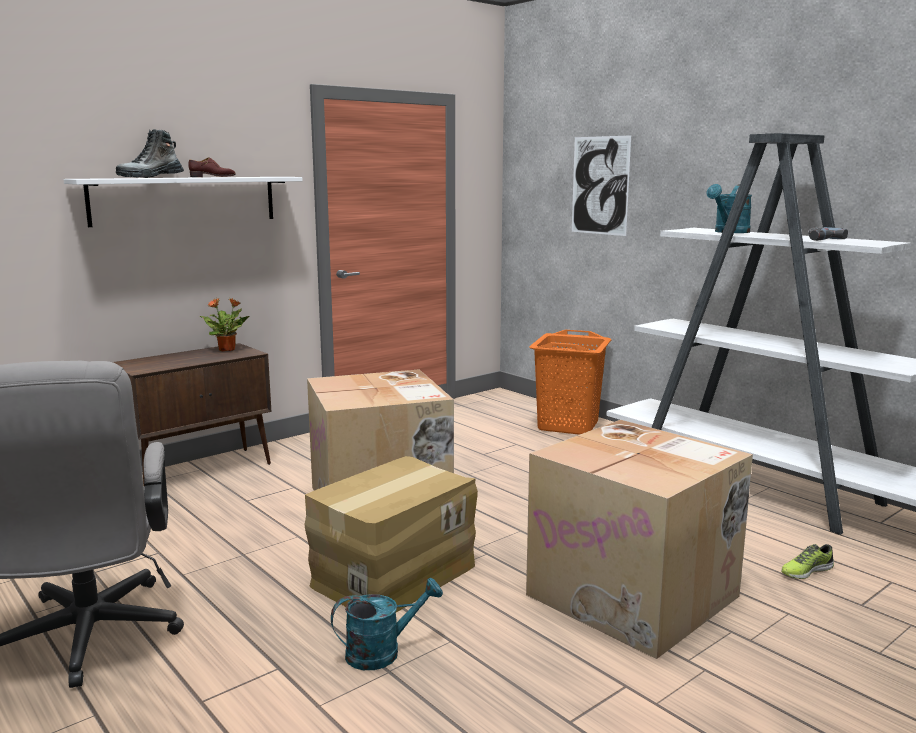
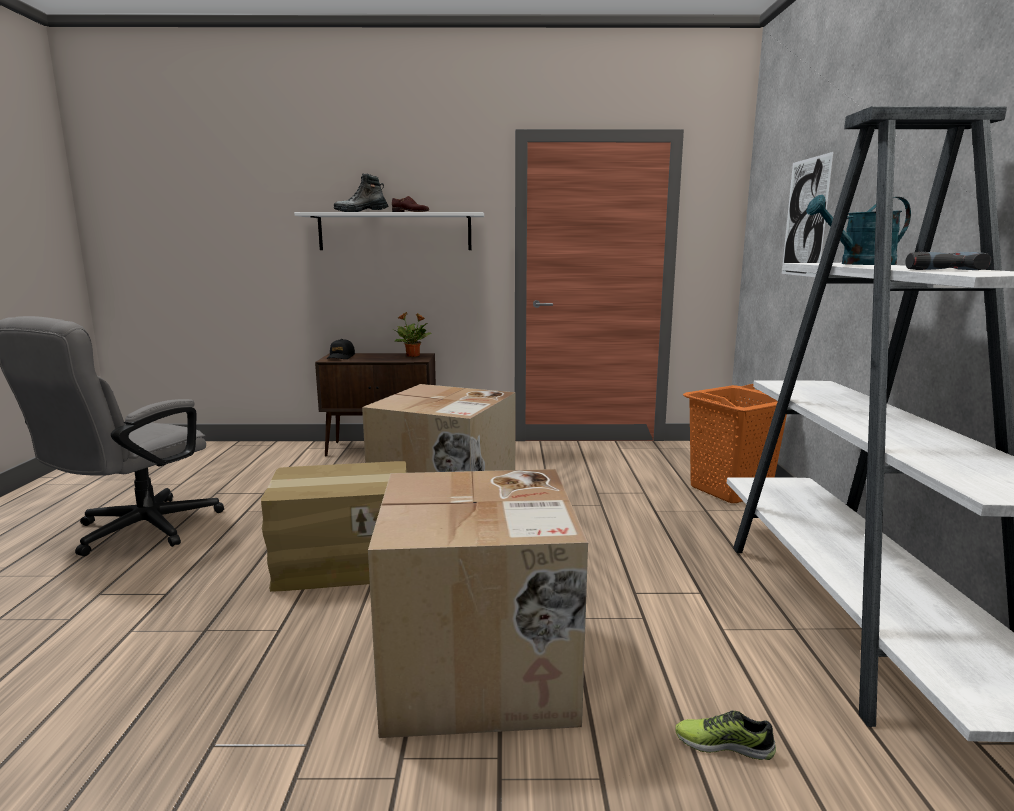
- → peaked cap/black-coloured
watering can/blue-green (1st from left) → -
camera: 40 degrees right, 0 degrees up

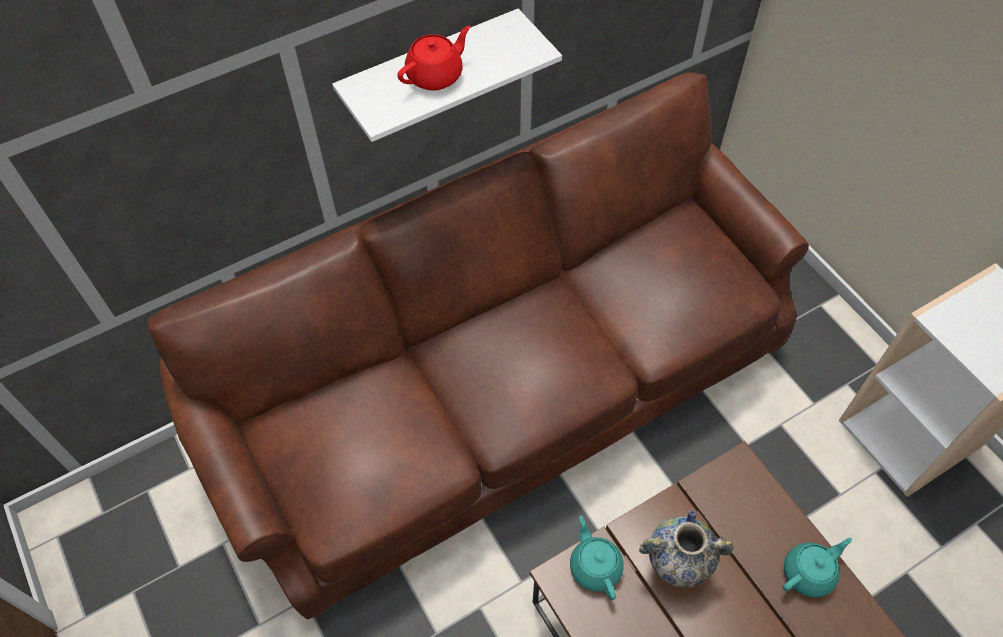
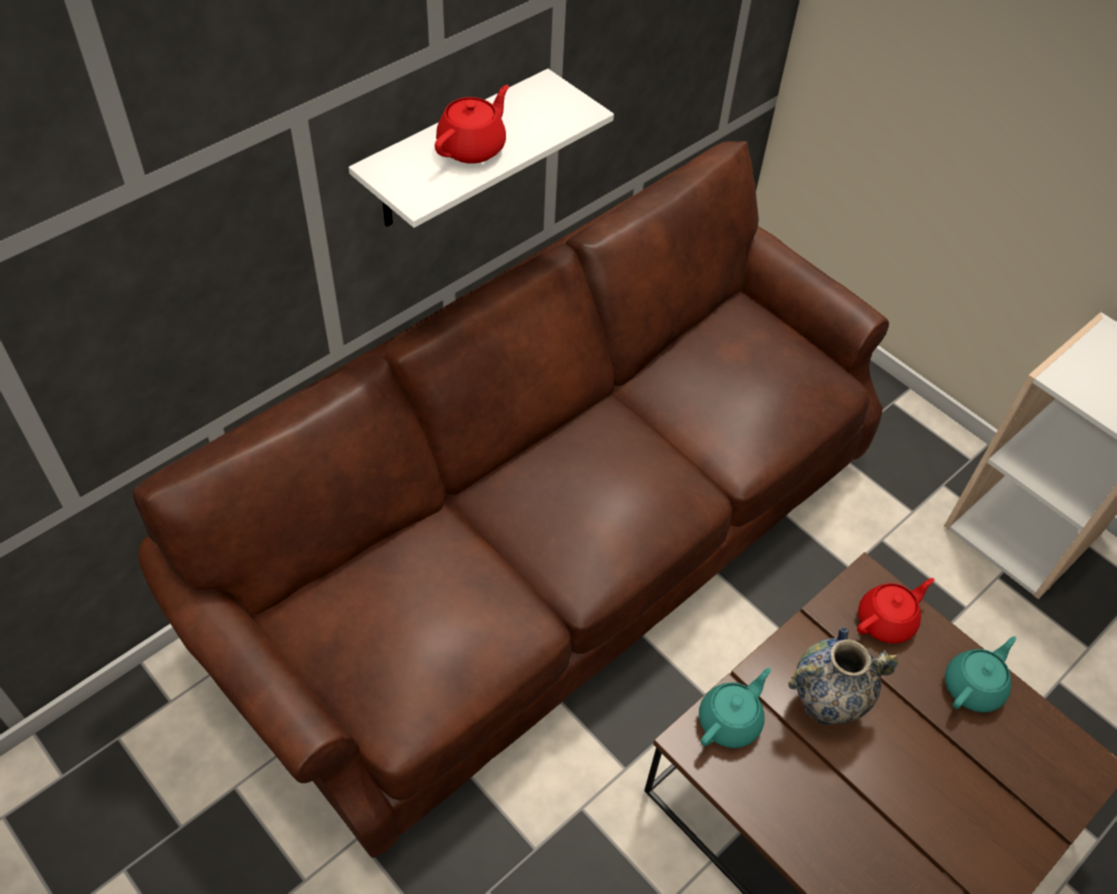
tea pot/blue-green (1st from left), 75 degrees clockwise
- → tea pot/reddish (2nd from left)
camera: 15 degrees left, 5 degrees down

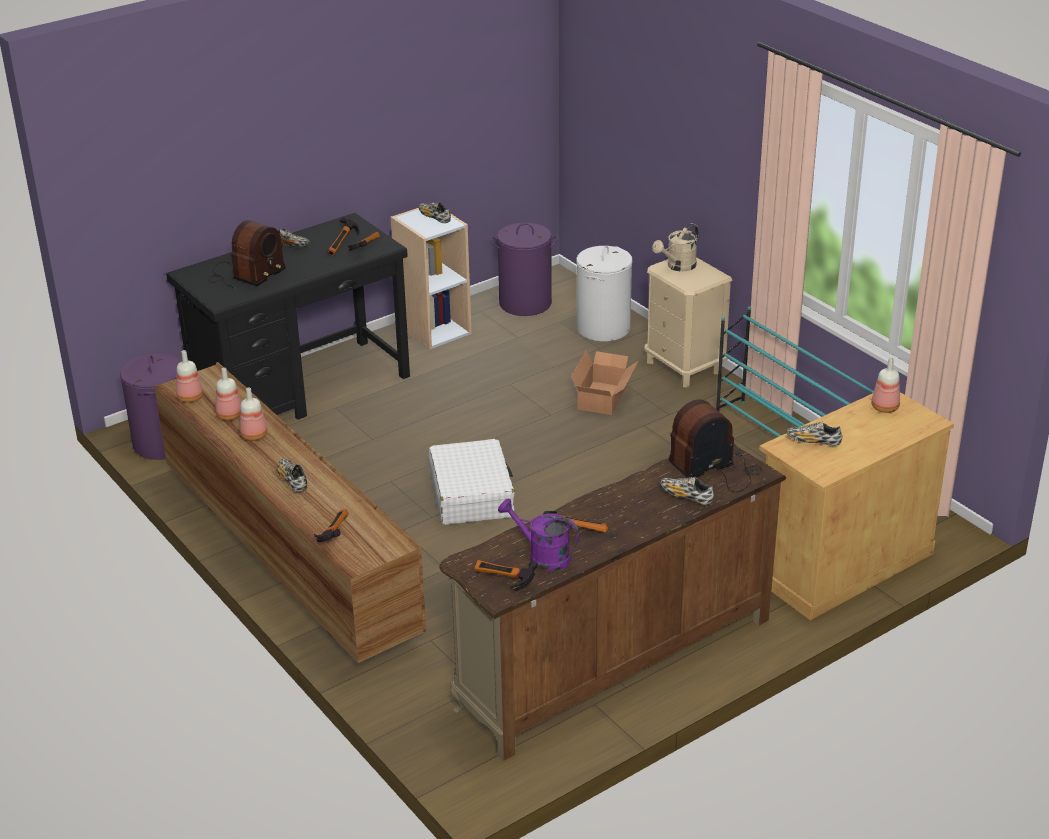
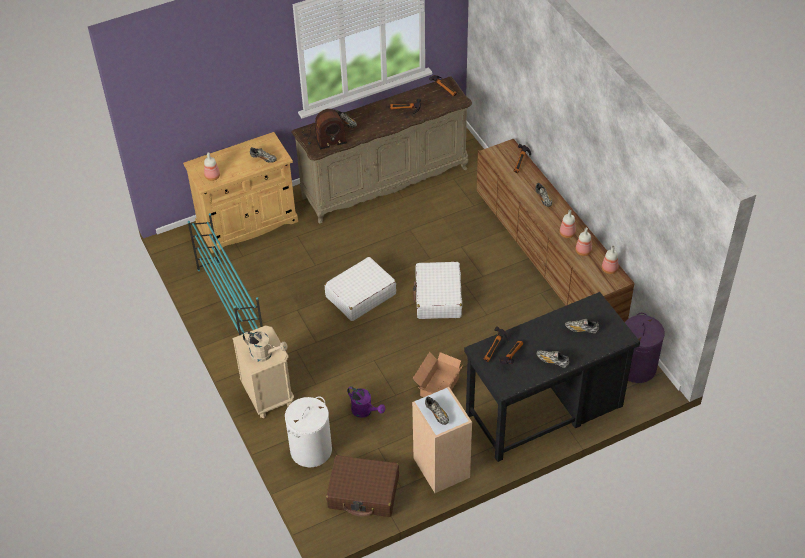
watering can/beige-coloured, 60 degrees clockwise
- → travel case/whitish (1st from left)
washing basket/purple-coloured (2nd from left) → travel case/brown-coloured
watering can/purple-coloured, move
carton, move
radio (1st from left) → shoe (6th from left)
camera: 170 degrees left, 15 degrees up

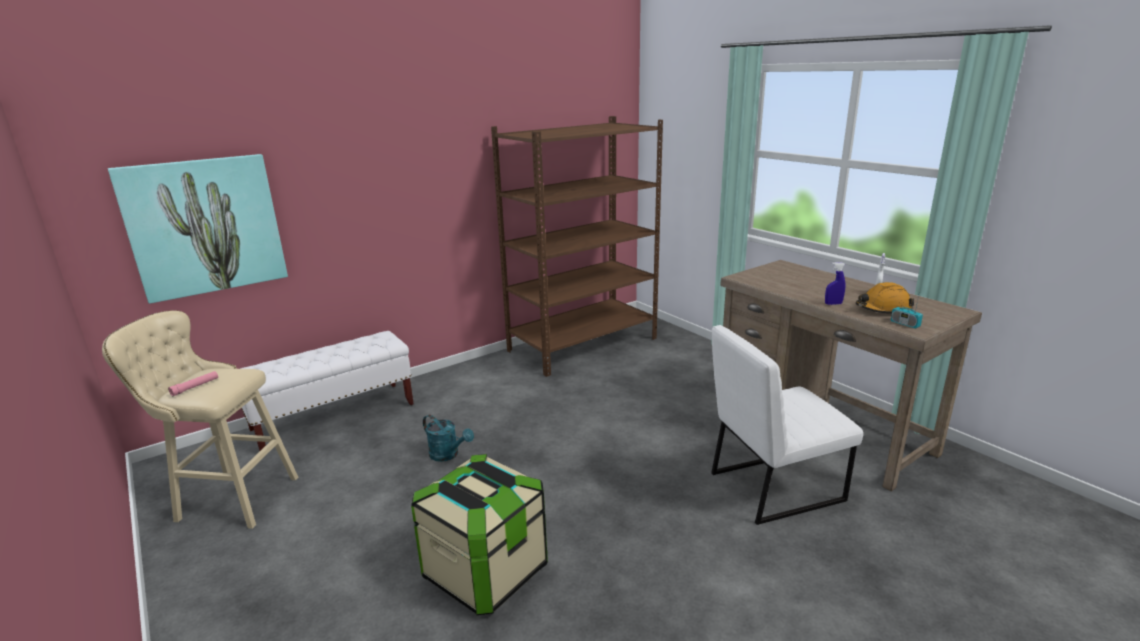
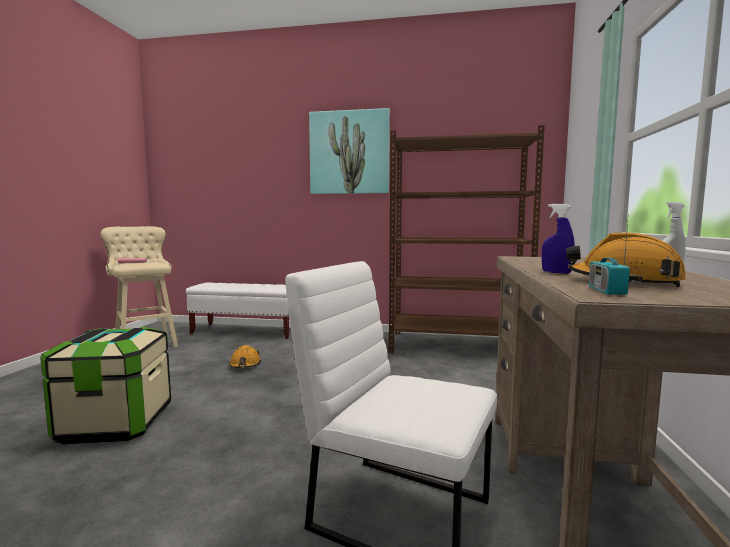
watering can/blue-green → hard hat/orangey (1st from left)
picture, move
camera: 45 degrees right, 15 degrees down

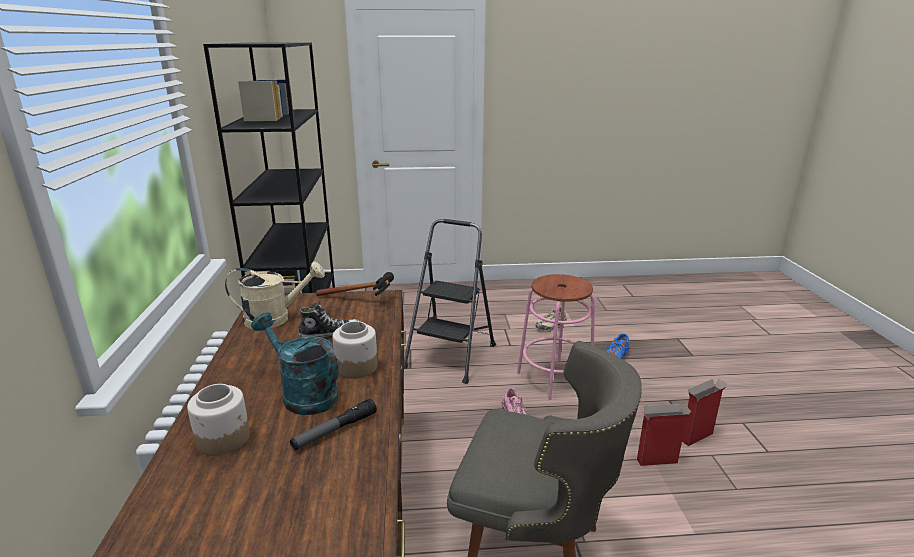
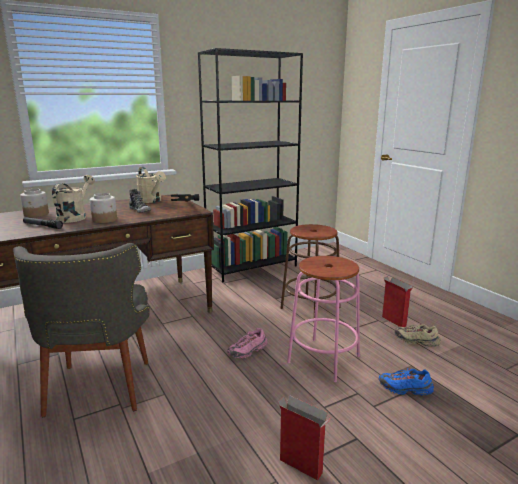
watering can/blue-green → watering can/beige-coloured (1st from left)
stepladder/black-coloured → stool/brown-coloured
carton (1st from left in the first image) → carton (2nd from left), move
camera: 65 degrees right, 5 degrees down

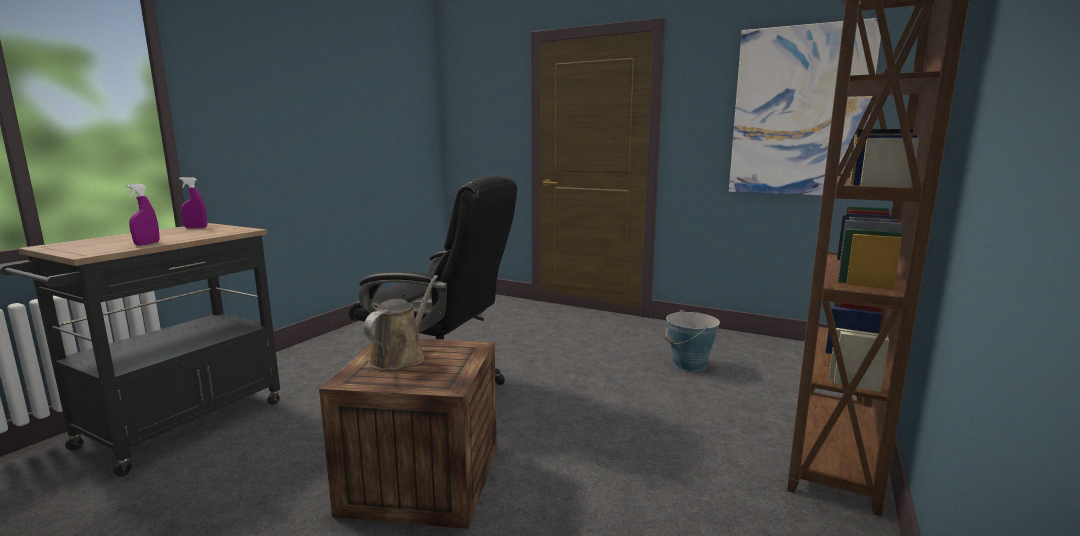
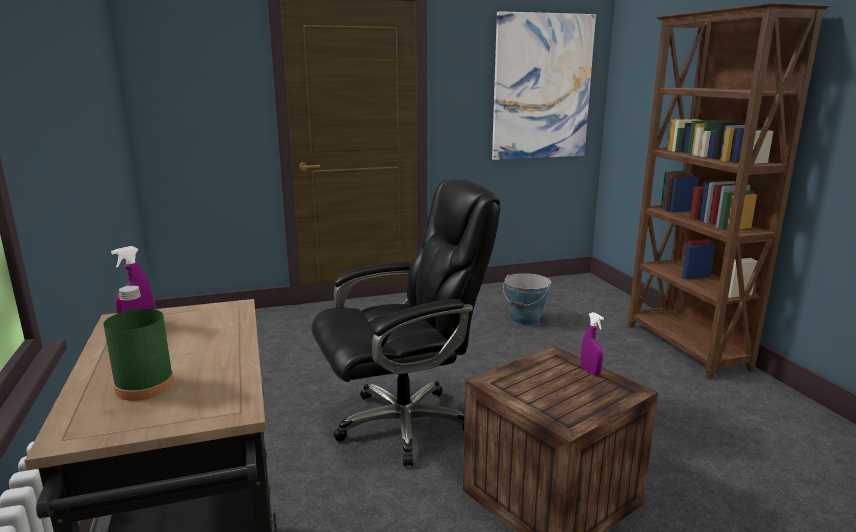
- → drink bottle/green-coloured
sprayer/purple-coloured (1st from left in the first image) → sprayer/purple-coloured (2nd from left), move
watering can/brown-coloured → -
camera: 45 degrees left, 5 degrees up

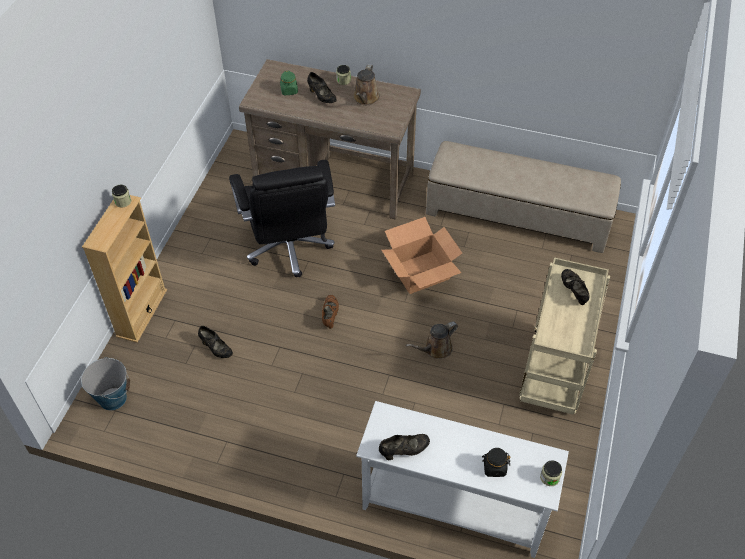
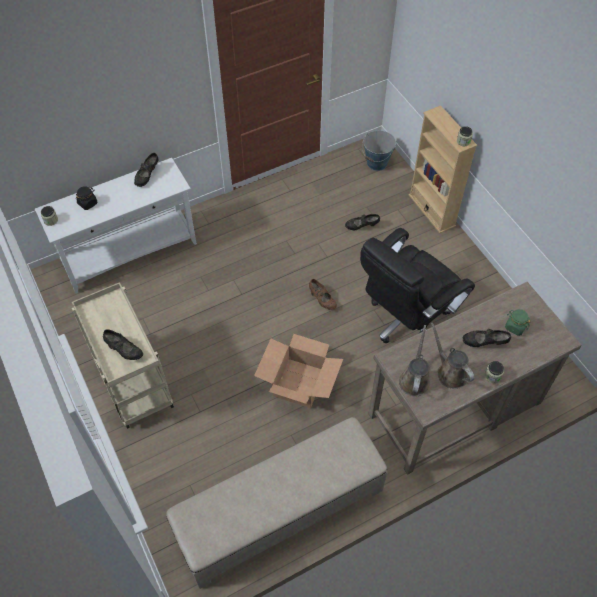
office chair/black-coloured, 75 degrees counterclockwise
watering can/brown-coloured (2nd from left in the first image) → watering can/brown-coloured (1st from left), move
camera: 135 degrees right, 5 degrees up

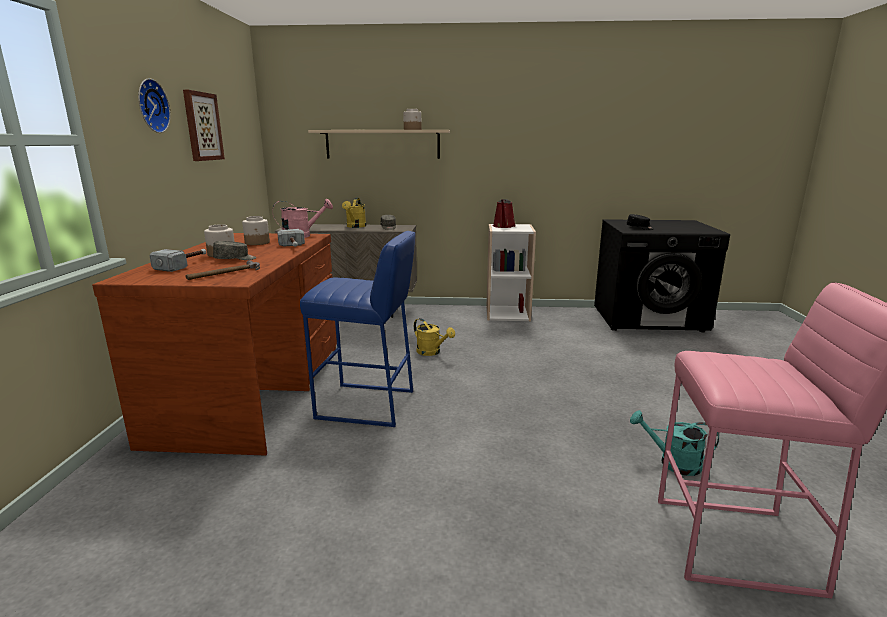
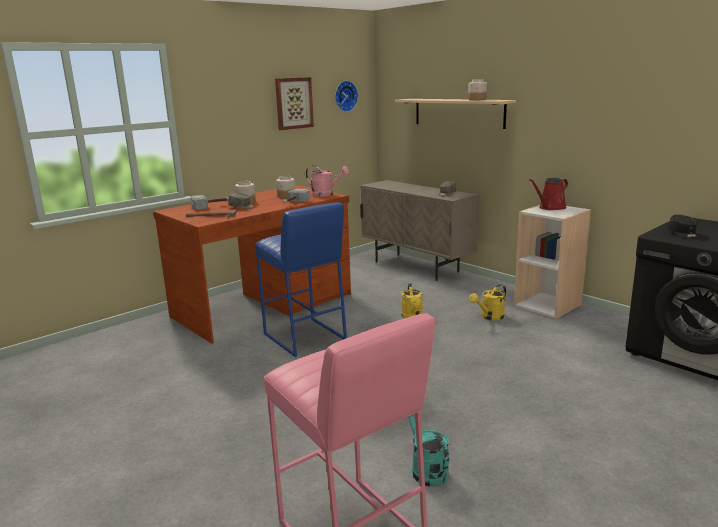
clock on the wall, move
watering can/yellowish (1st from left in the first image) → watering can/yellowish (2nd from left), move
camera: 45 degrees right, 0 degrees up

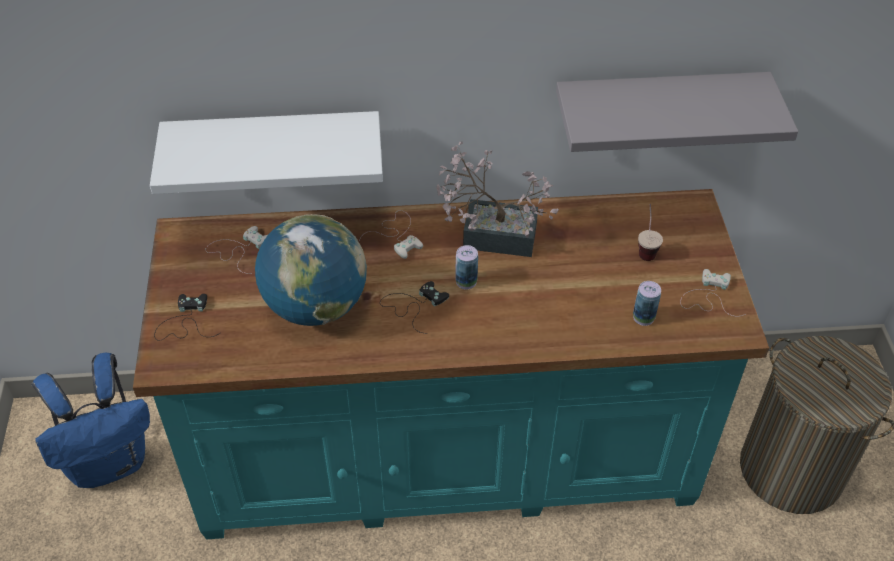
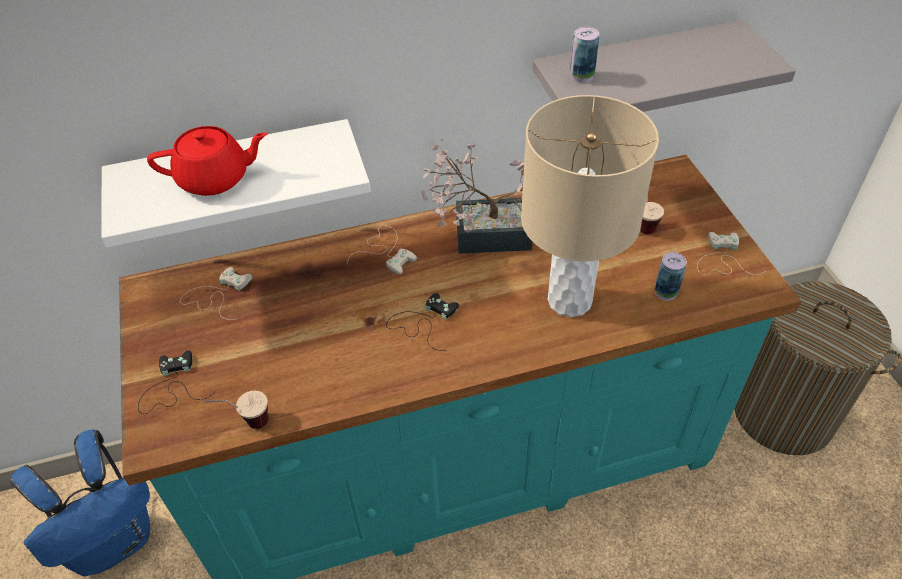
- → tea pot/reddish
- → drinking cup (1st from left)
- → tabletop lamp/beige-coloured
sealed can (1st from left), move
globe → -
camera: 10 degrees left, 0 degrees up

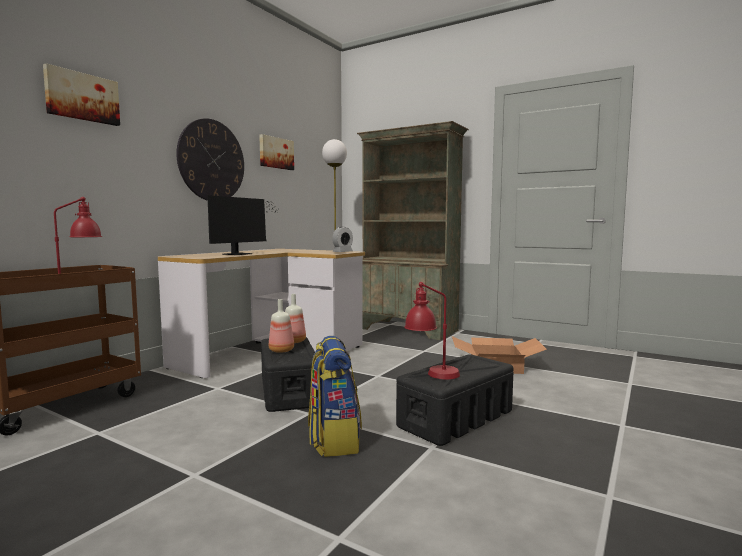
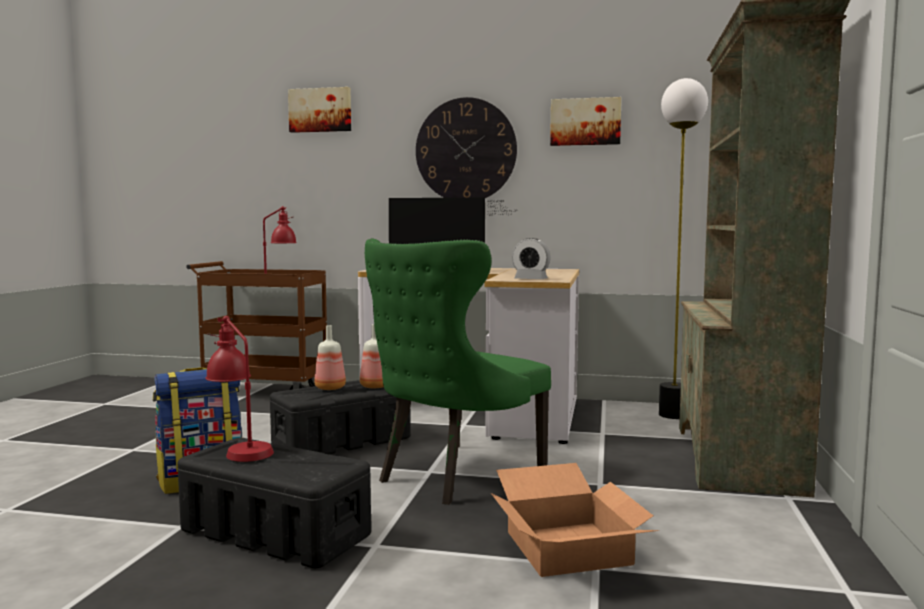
- → chair/green-coloured
camera: 70 degrees right, 0 degrees up

